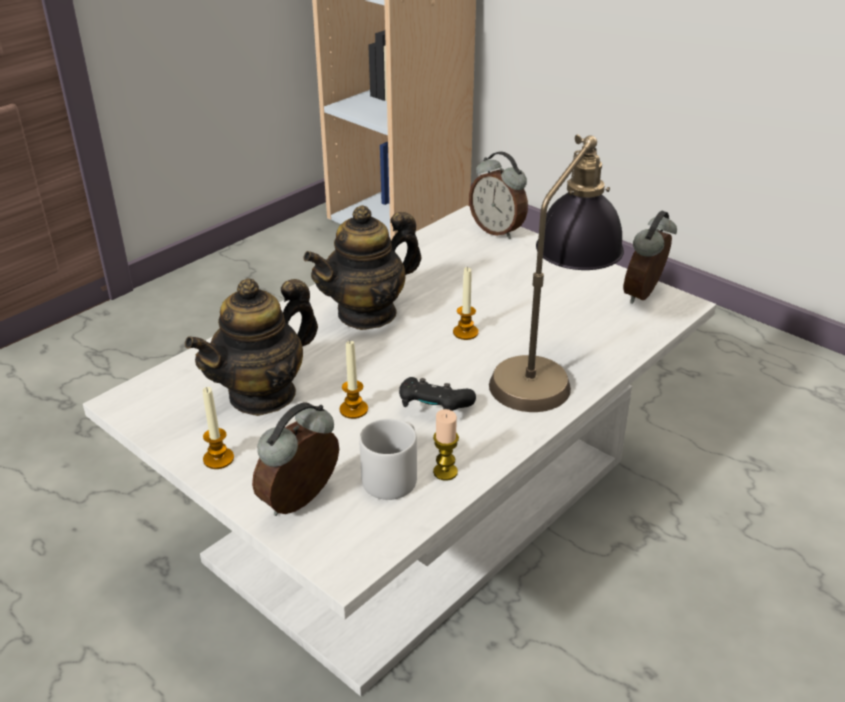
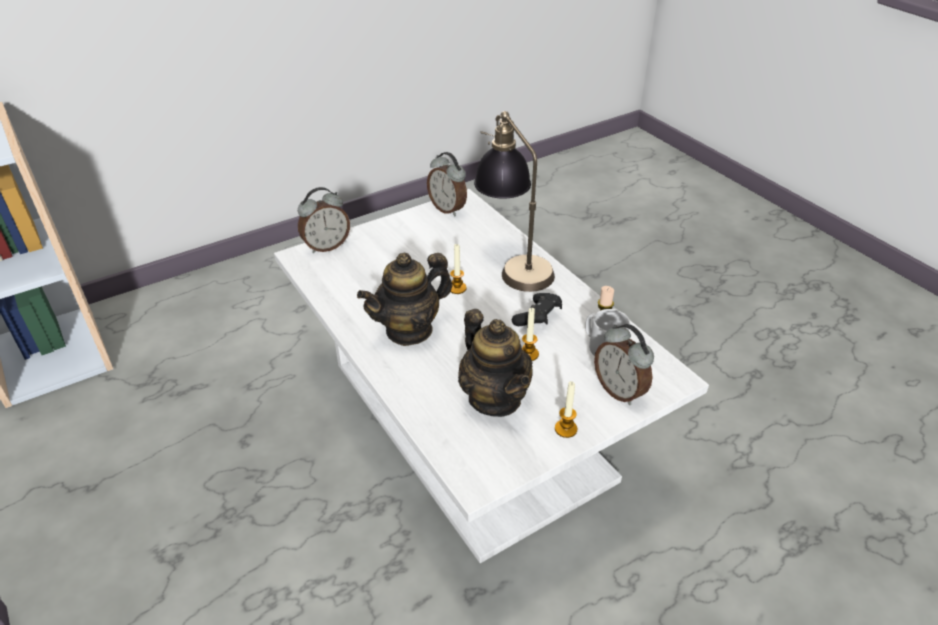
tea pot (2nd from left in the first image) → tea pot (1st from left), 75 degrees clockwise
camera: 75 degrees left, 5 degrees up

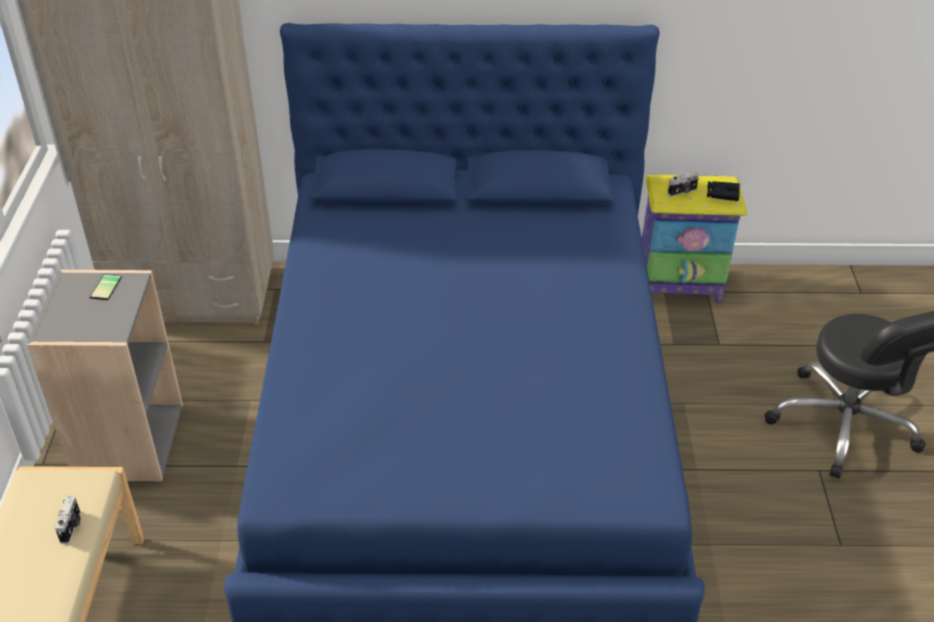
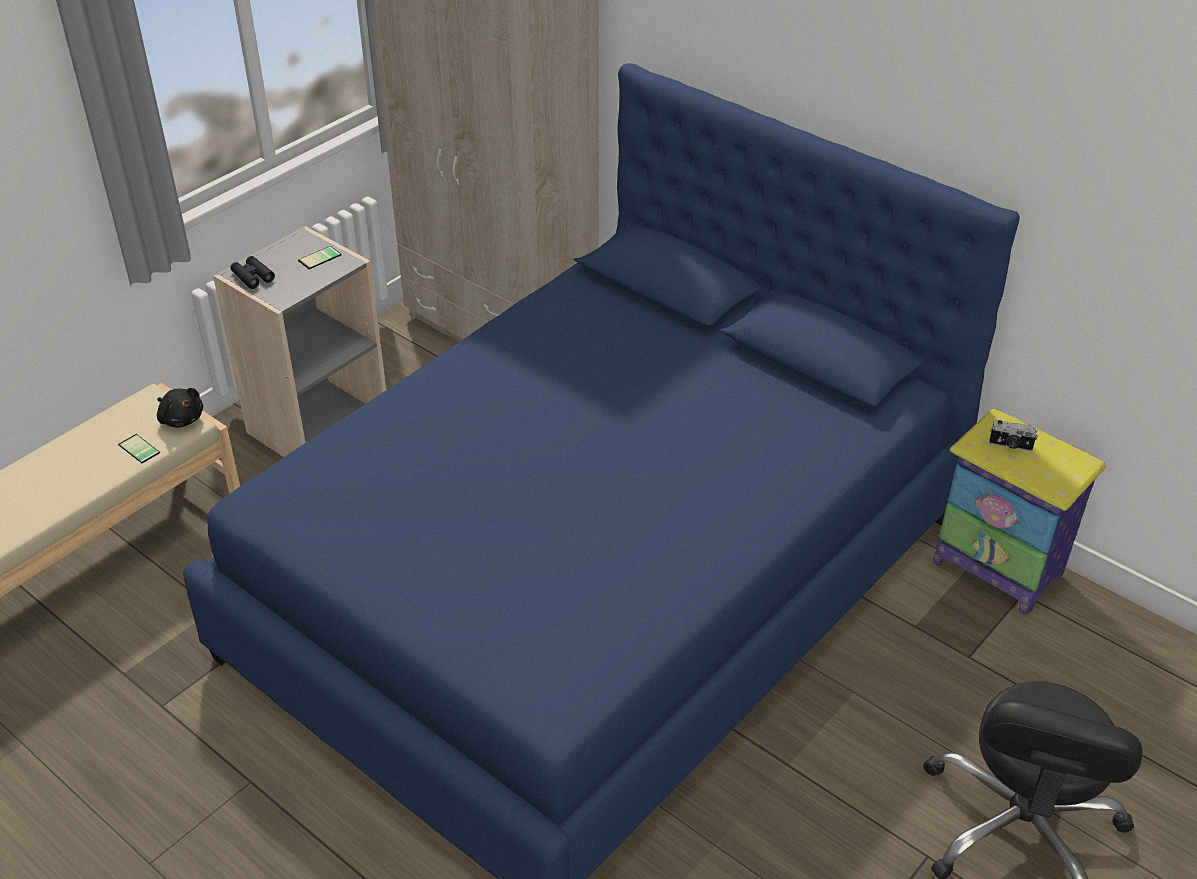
photo camera (1st from left) → handset (1st from left)
- → soft toy/black-coloured
pair of binoculars/black-coloured, move
camera: 40 degrees right, 0 degrees up

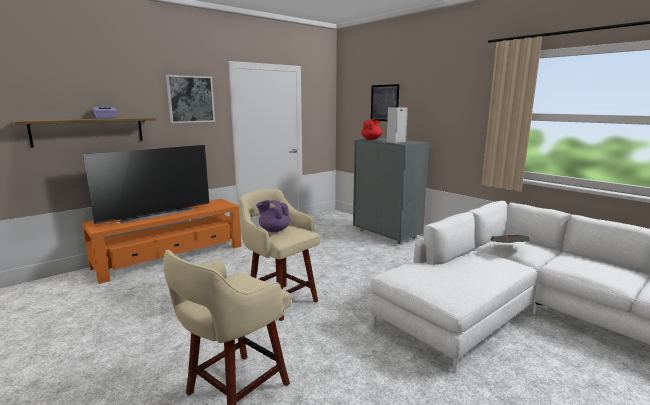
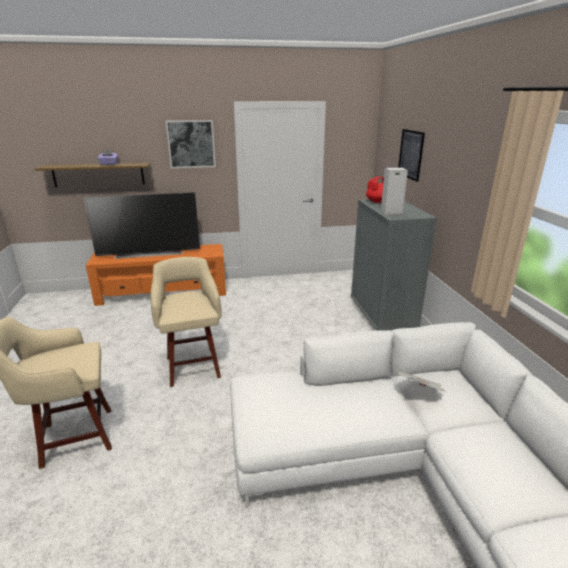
tea pot/purple-coloured → -
camera: 30 degrees right, 10 degrees up

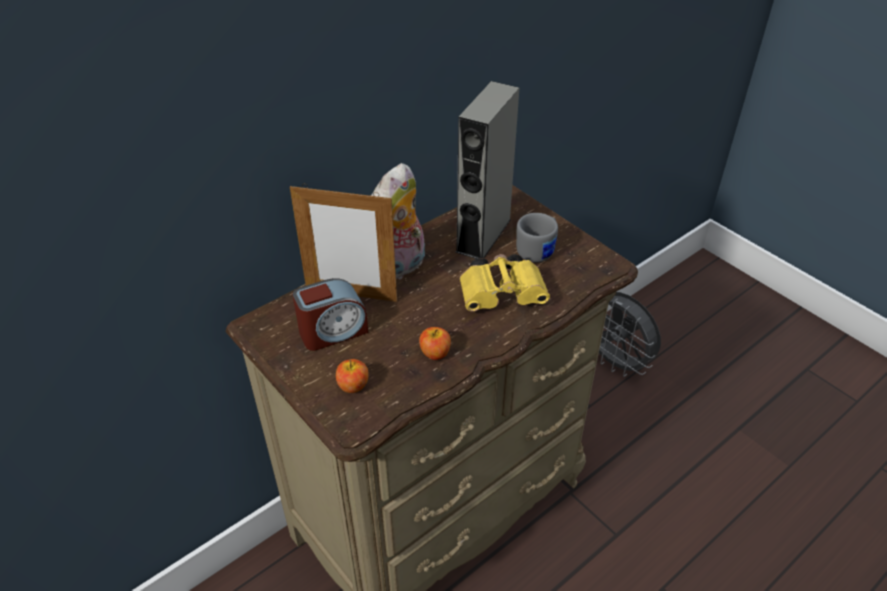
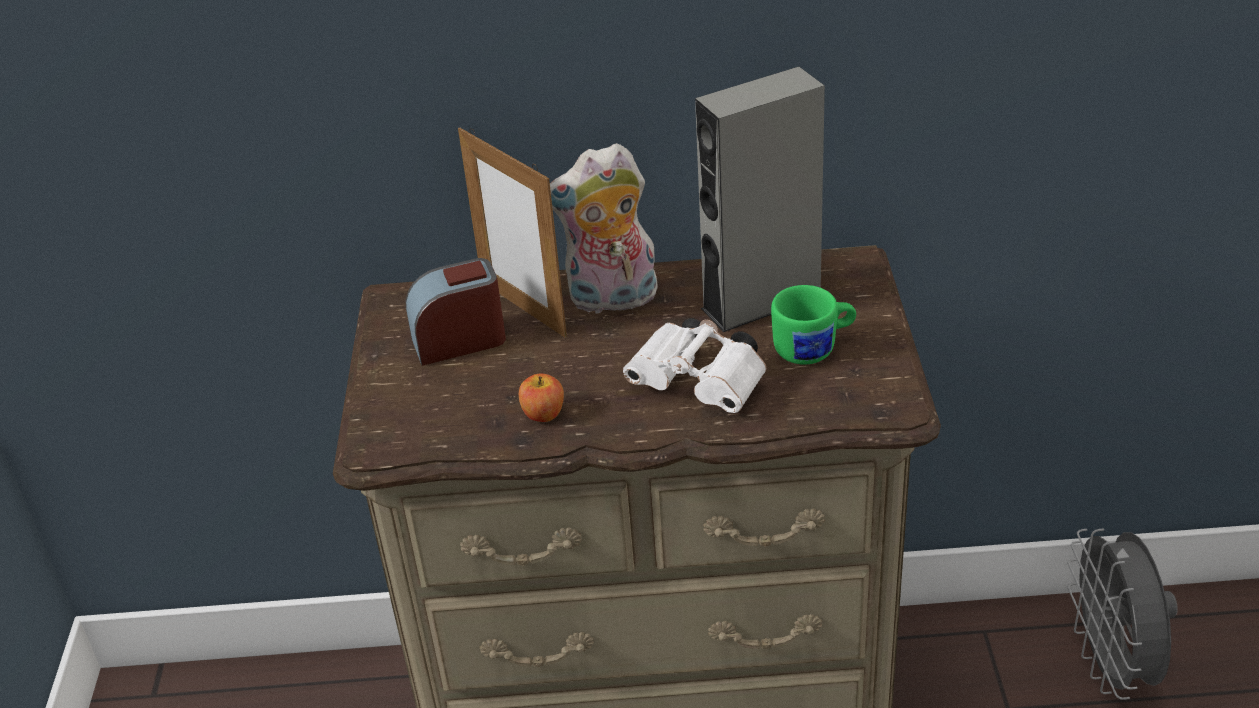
alarm clock, 150 degrees clockwise
pair of binoculars/yellowish → pair of binoculars/whitish
tea mug/grey → tea mug/green-coloured
apple fruit (1st from left) → -
camera: 40 degrees right, 5 degrees down

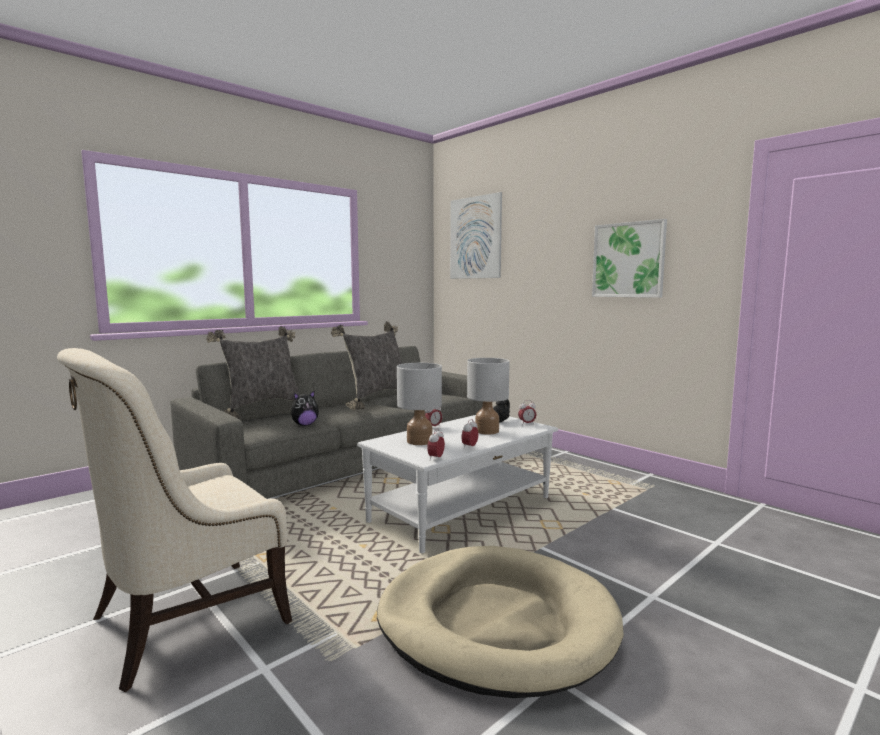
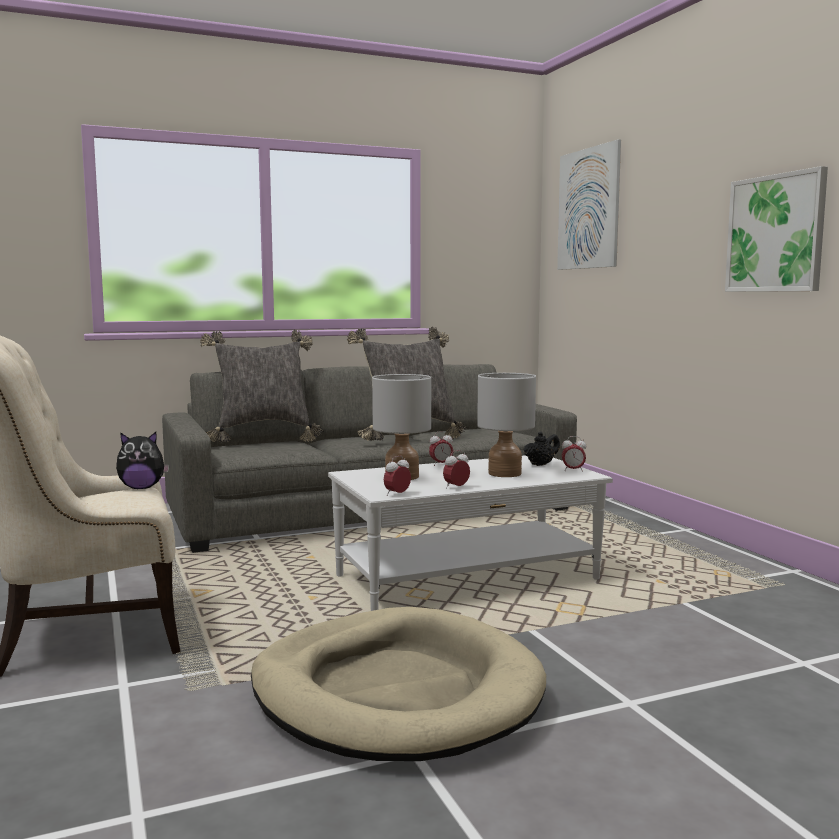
soft toy, move
camera: 20 degrees right, 0 degrees up

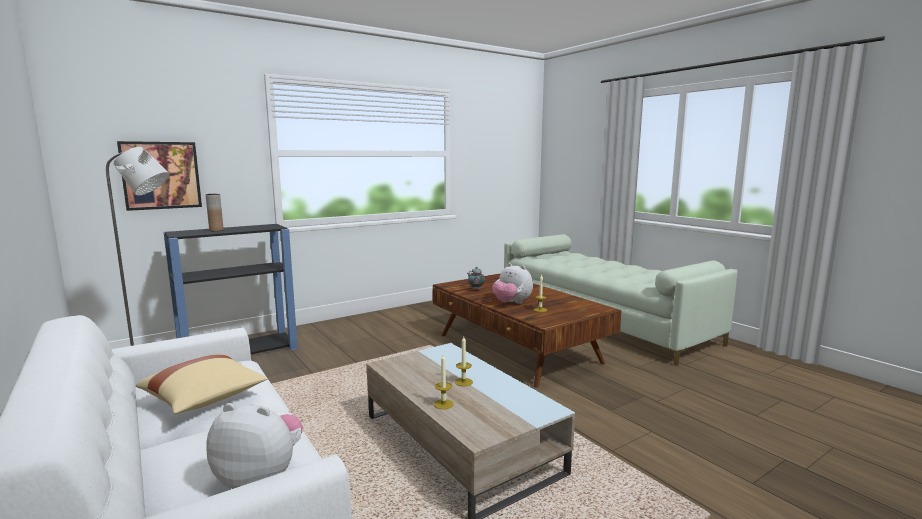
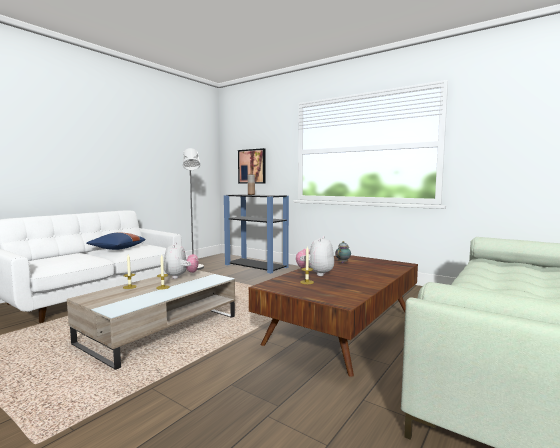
throw pillow/beige-coloured → throw pillow/bluish
soft toy (1st from left), move
camera: 70 degrees right, 5 degrees down

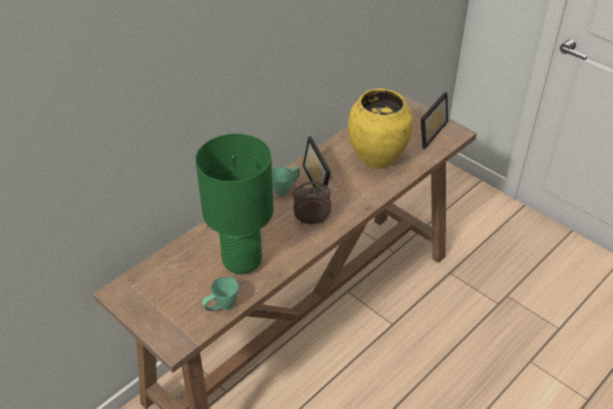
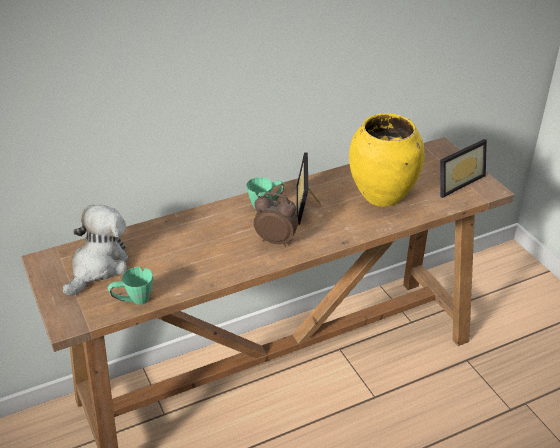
- → soft toy
tabletop lamp/green-coloured → -
camera: 20 degrees right, 5 degrees down

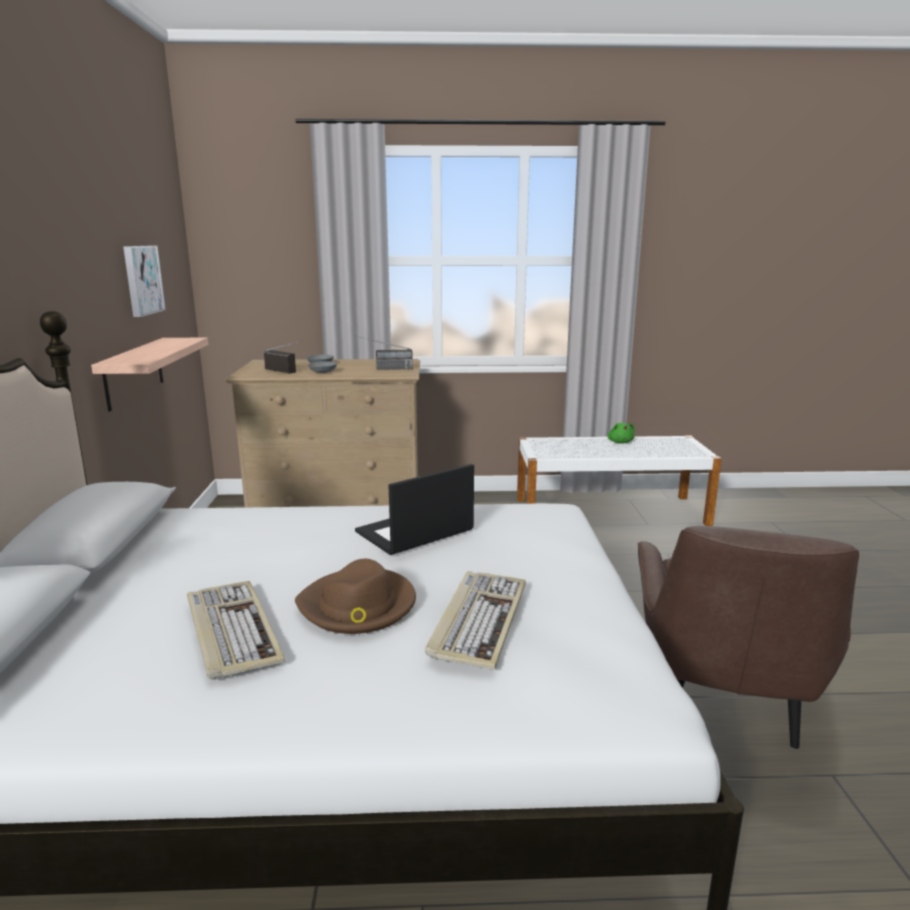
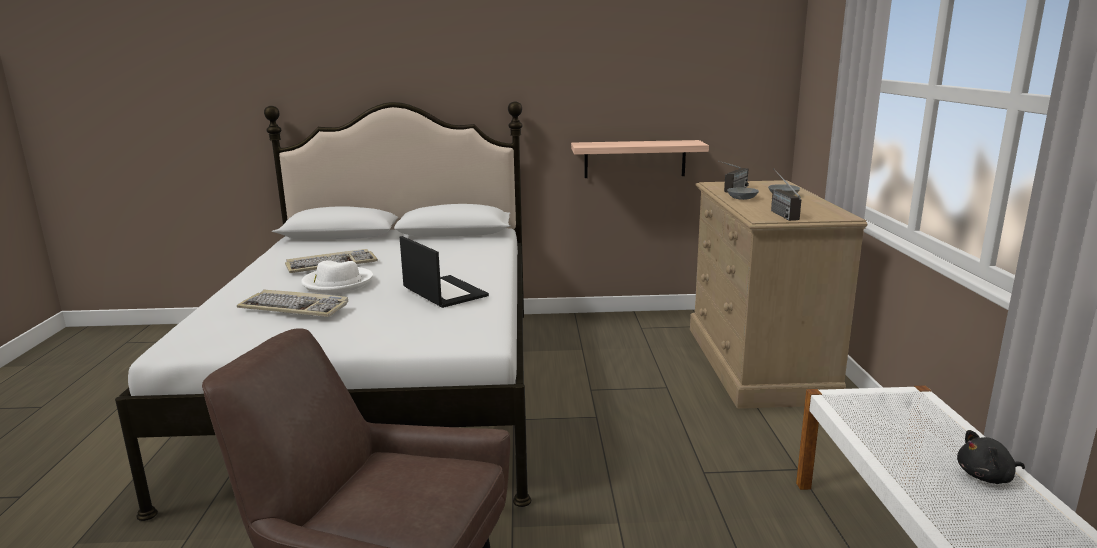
wearable hat/brown-coloured → wearable hat/whitish
soft toy/green-coloured → soft toy/black-coloured
picture → -
camera: 90 degrees right, 0 degrees up

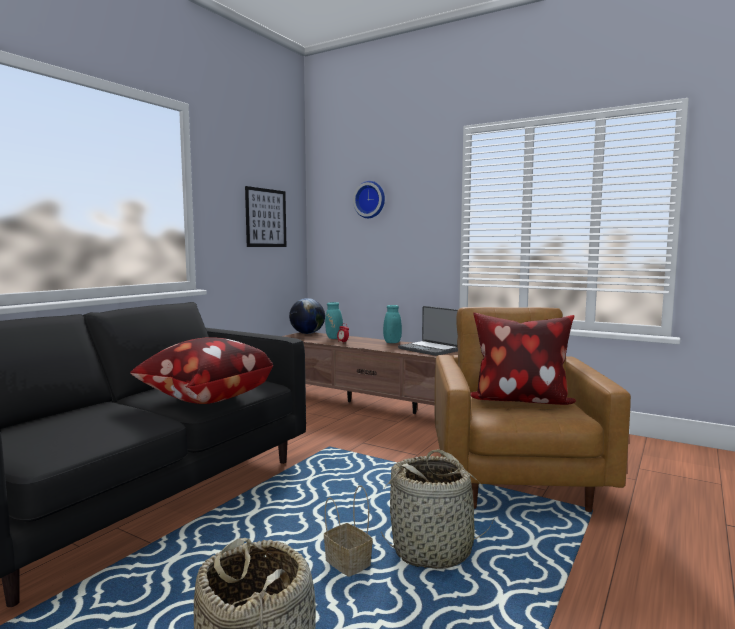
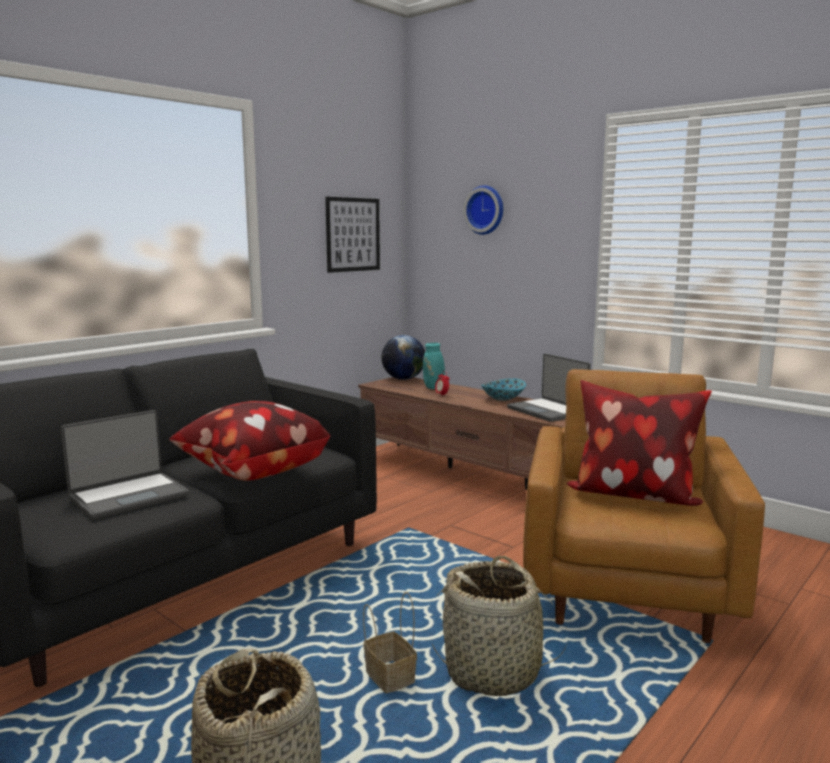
- → notebook computer (1st from left)
flower vase/blue-green (2nd from left) → deep dish
camera: 10 degrees right, 5 degrees up

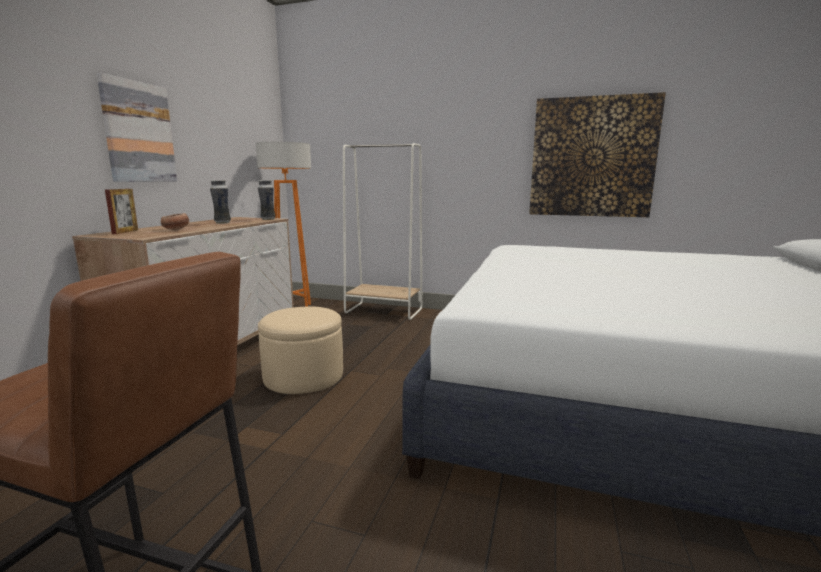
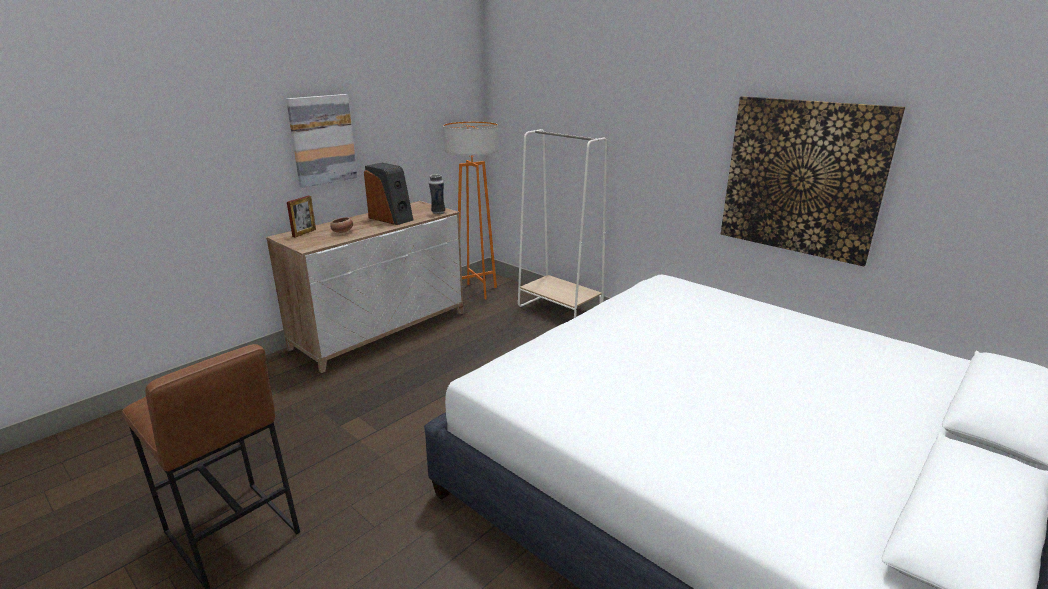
flower vase (1st from left) → loudspeaker
ottoman/beige-coloured → -
camera: 25 degrees right, 10 degrees up

